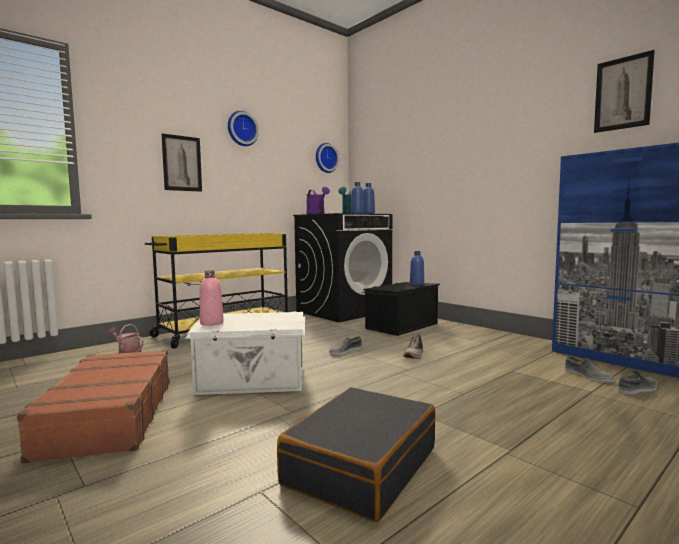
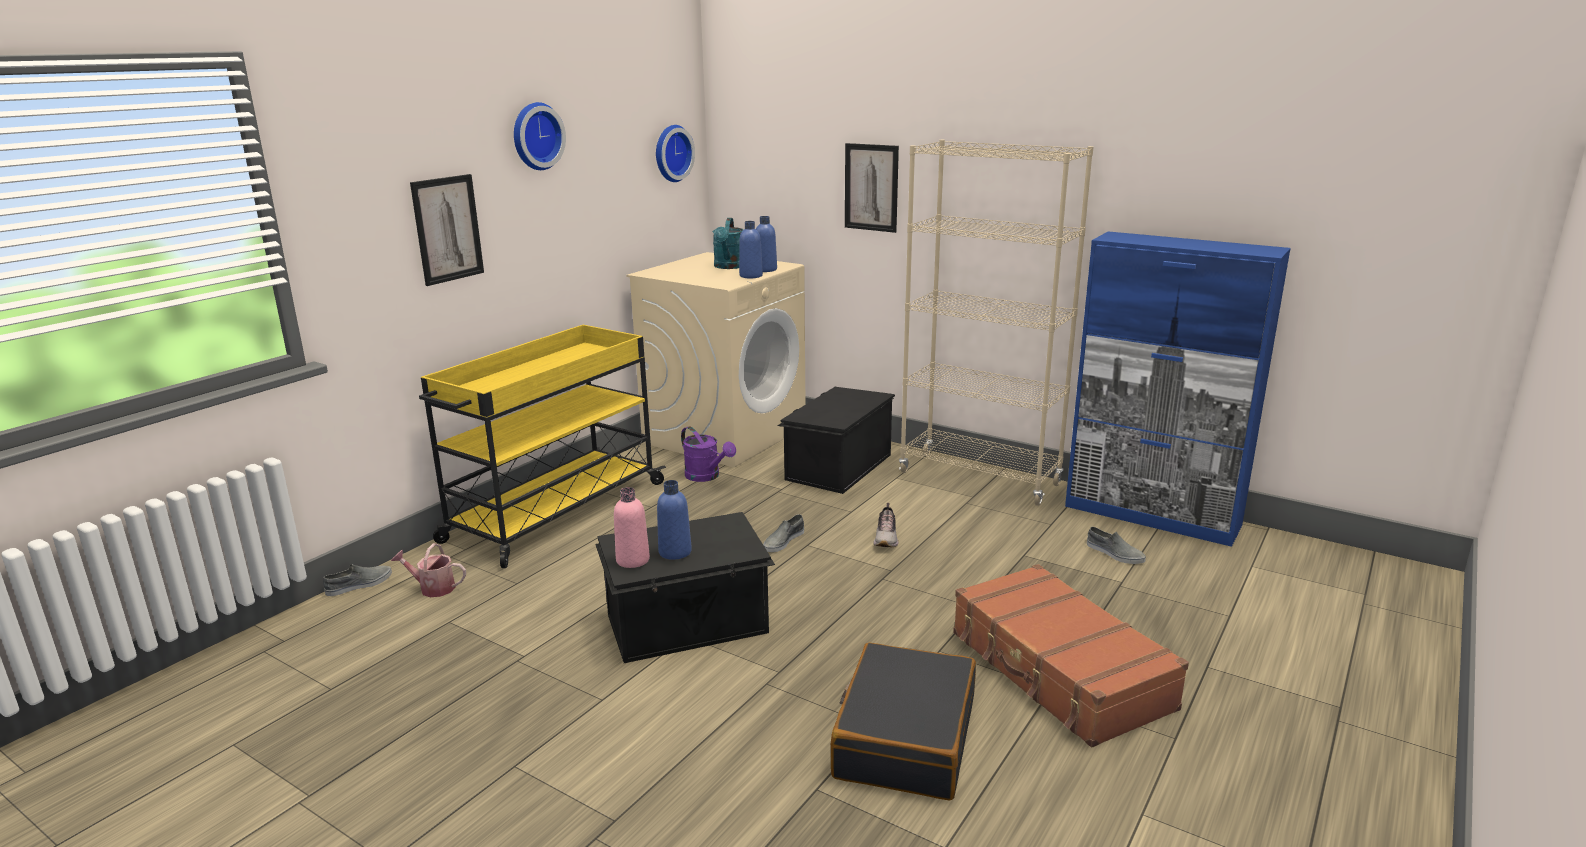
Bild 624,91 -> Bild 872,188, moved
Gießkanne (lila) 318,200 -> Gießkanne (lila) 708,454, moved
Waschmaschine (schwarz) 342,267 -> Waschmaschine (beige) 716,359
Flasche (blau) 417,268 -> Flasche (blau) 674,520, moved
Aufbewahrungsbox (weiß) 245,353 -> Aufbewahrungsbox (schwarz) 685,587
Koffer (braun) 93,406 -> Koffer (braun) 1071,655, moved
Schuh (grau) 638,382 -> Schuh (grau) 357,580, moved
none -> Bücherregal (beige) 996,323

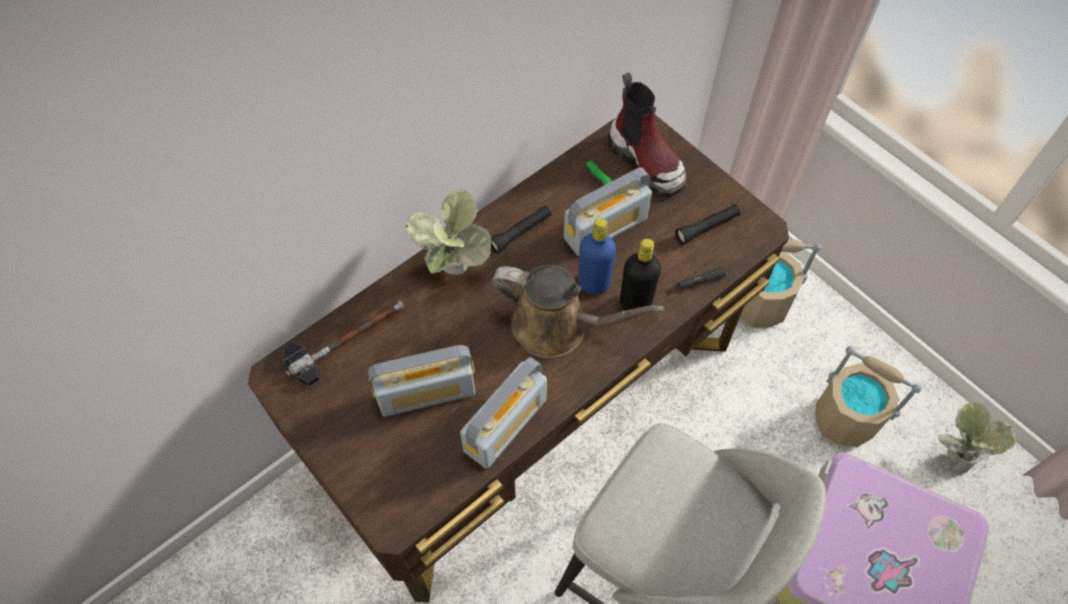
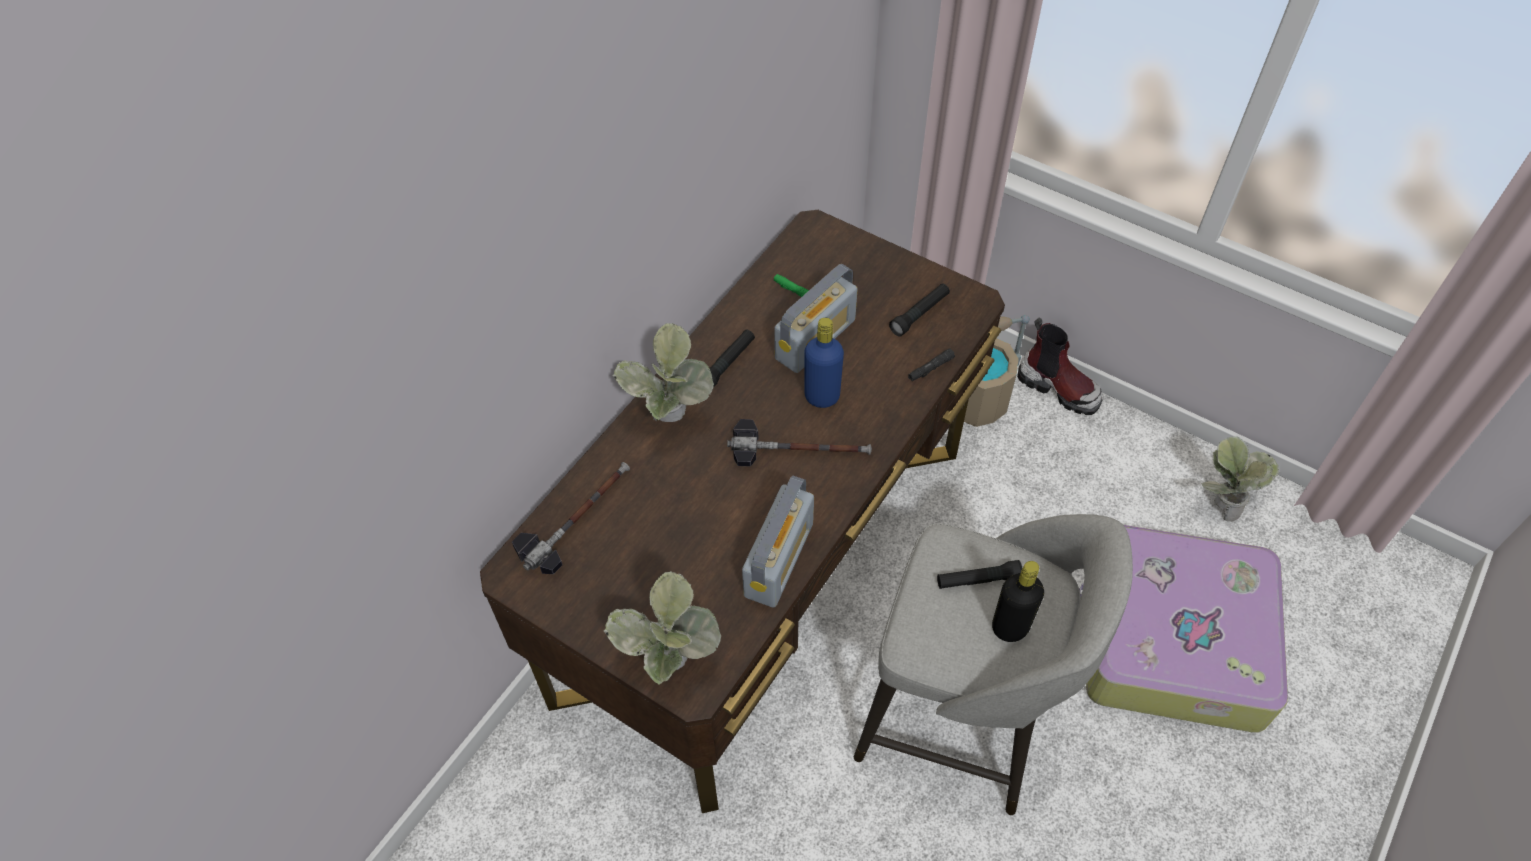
Stiefel 647,134 -> Stiefel 1059,366, moved
Flasche (schwarz) 640,275 -> Flasche (schwarz) 1018,601, moved
Gießkanne (braun) 578,311 -> Hammer 799,443
Radio 421,381 -> none
Eimer (beige) 868,396 -> none
none -> Taschenlampe (schwarz) 979,574
none -> Topfpflanze 662,628

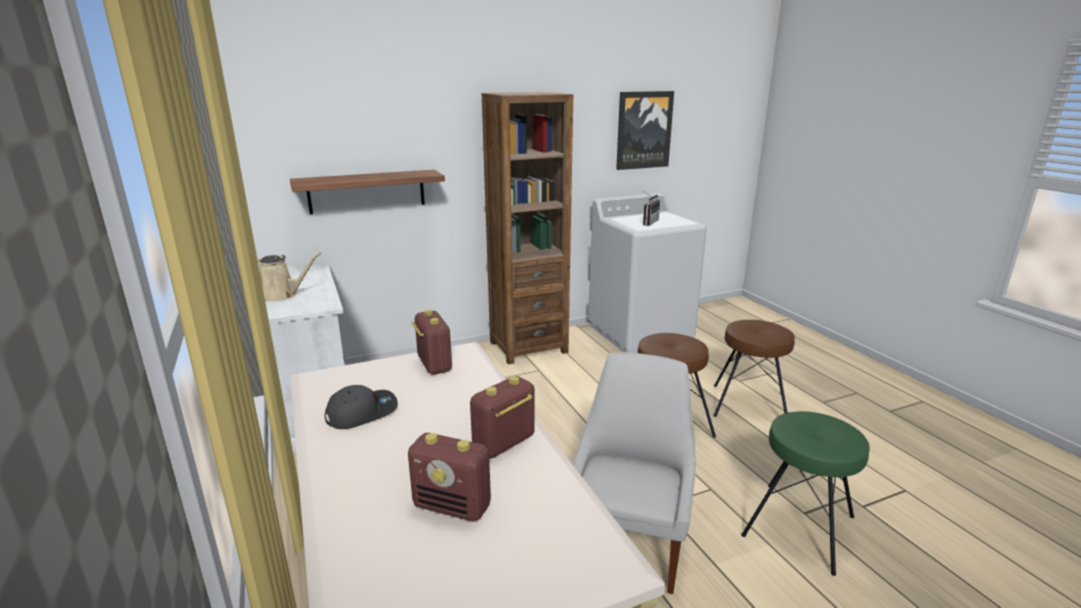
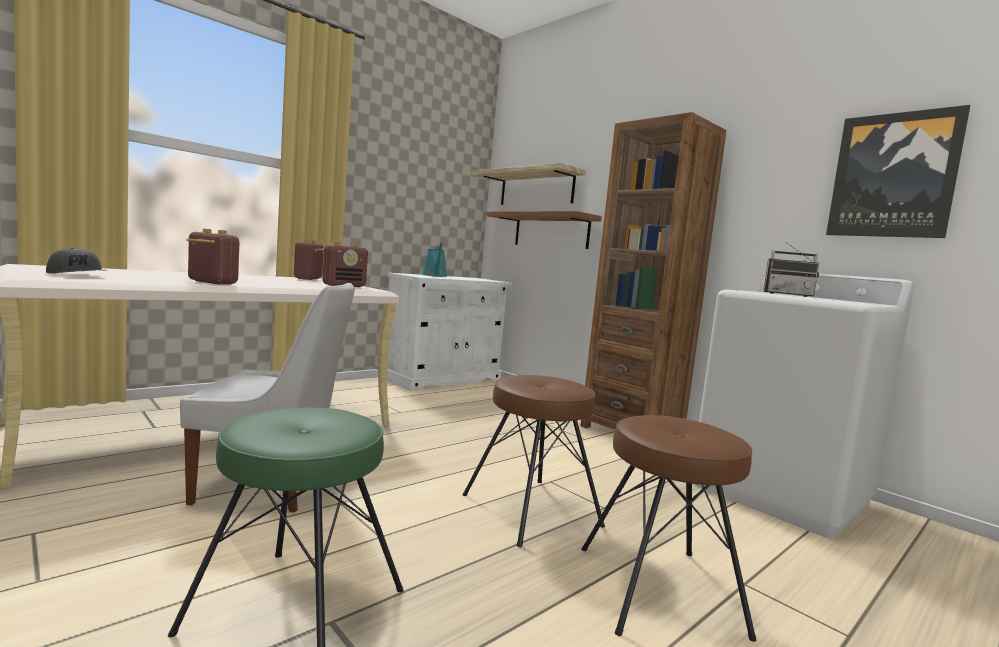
Gießkanne (beige) 289,277 -> Gießkanne (türkis) 434,259
Kappe (grau) 361,407 -> Kappe (grau) 77,261, moved
Radio 449,477 -> Radio 309,259, moved
none -> Wandregal 529,184

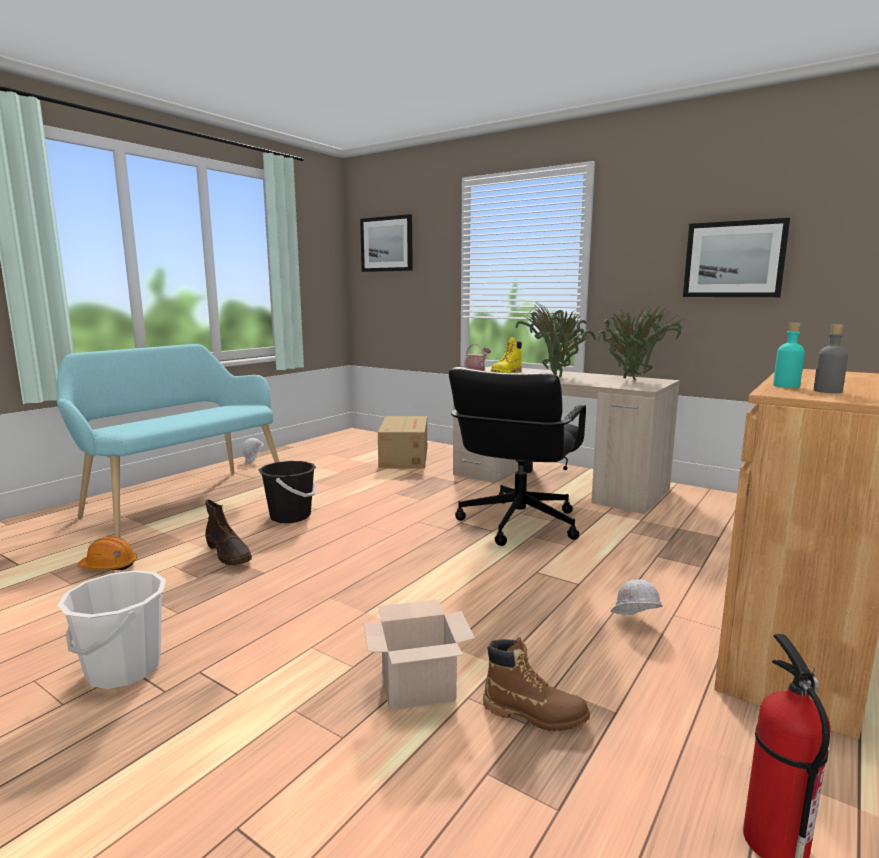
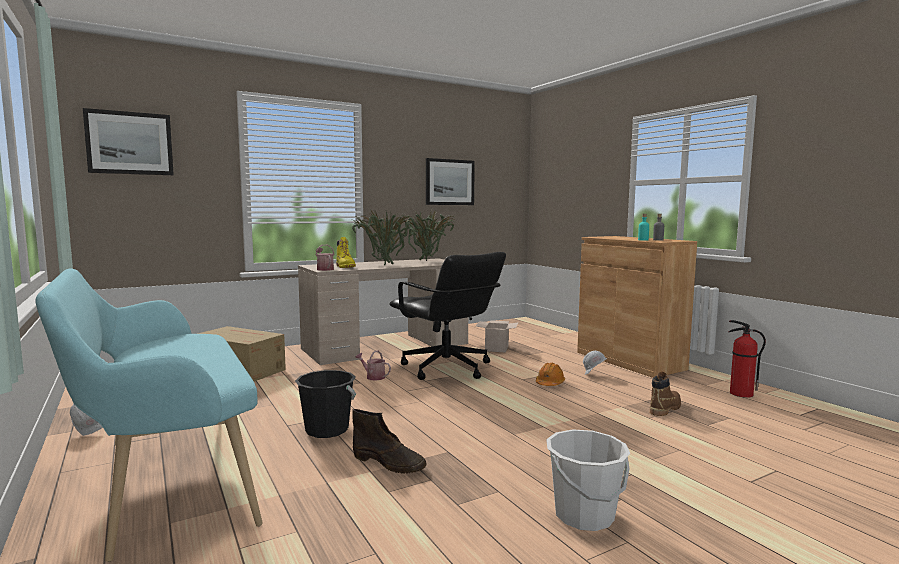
Stiefel (braun) 228,532 -> Stiefel (braun) 389,441, 45 degrees clockwise
Schutzhelm (orange) 108,553 -> Schutzhelm (orange) 550,374, moved
Karton 419,654 -> Karton 497,336, moved
none -> Gießkanne 373,365

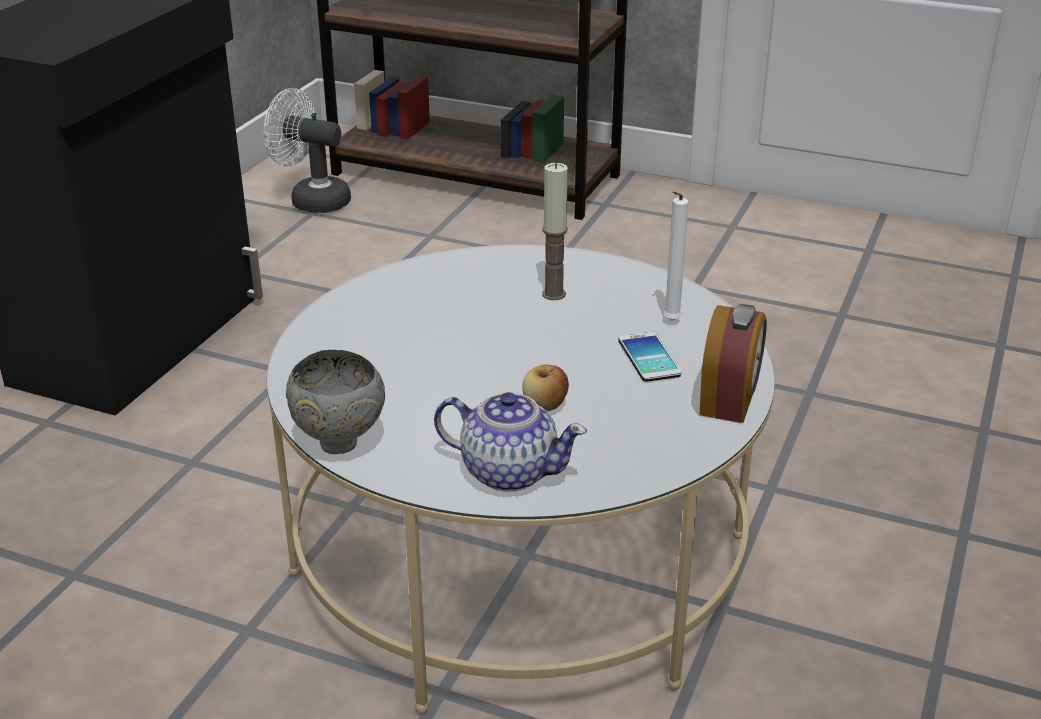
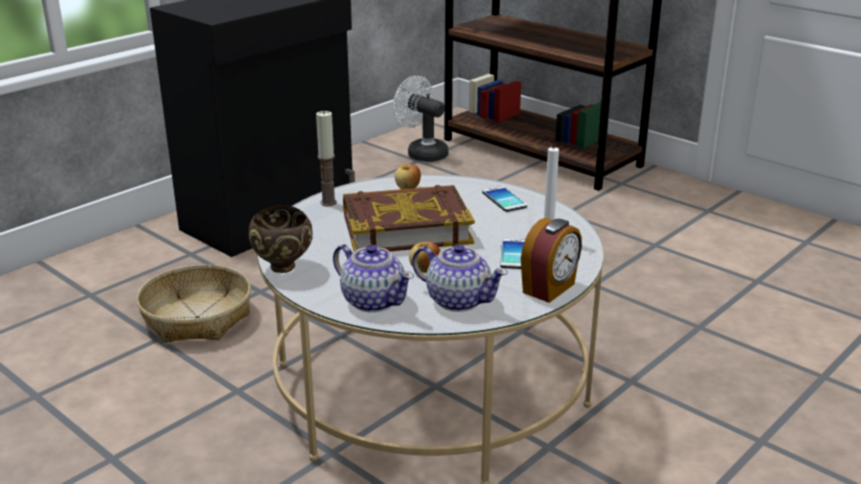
Kerze 555,231 -> Kerze 326,158, moved
Schüssel (grau) 335,402 -> Schüssel (braun) 280,239
none -> Apfel 407,176
none -> Buch 409,218
none -> Handy 504,199
none -> Teekanne 460,278
none -> Korb 193,304

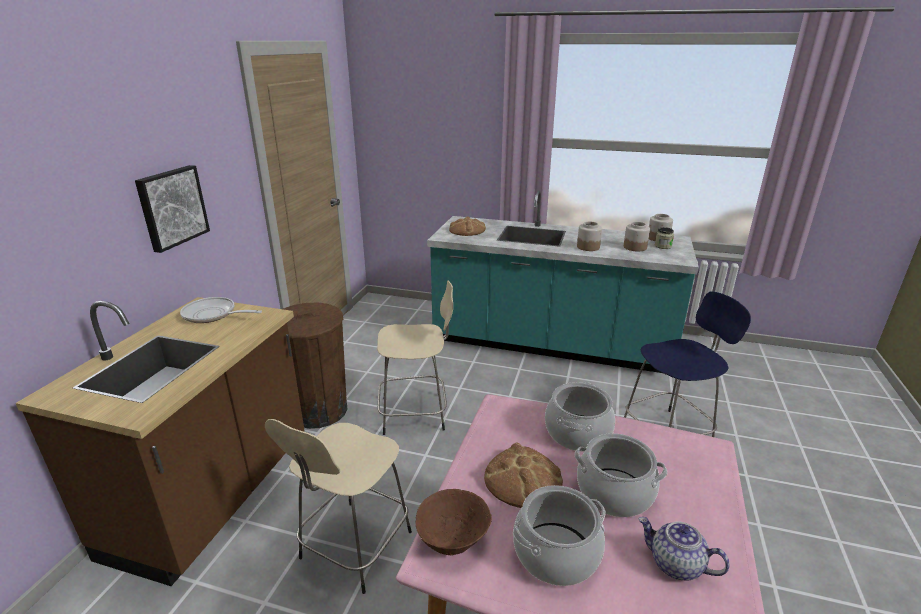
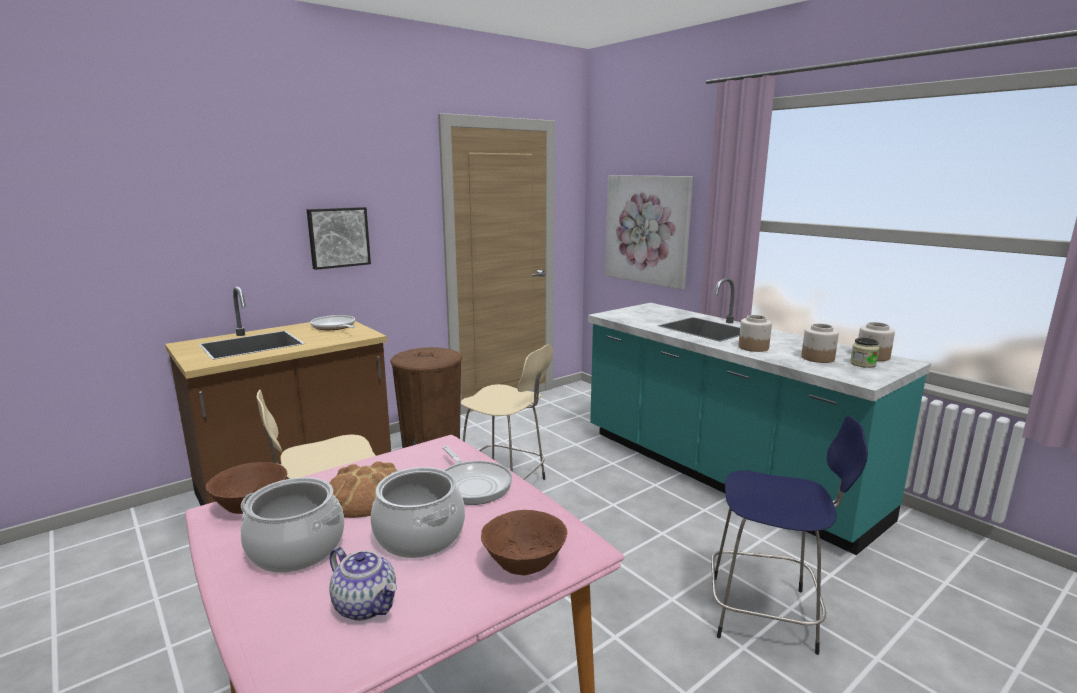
Brot 467,226 -> none
Kochtopf 580,416 -> Pfanne 477,475
Teekanne 683,549 -> Teekanne 363,584, 150 degrees clockwise
none -> Bild 649,232
none -> Schüssel (braun) 524,542

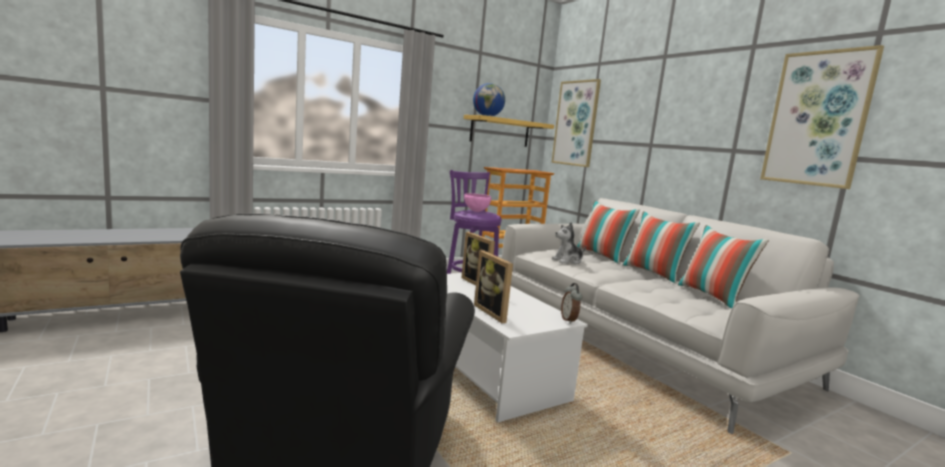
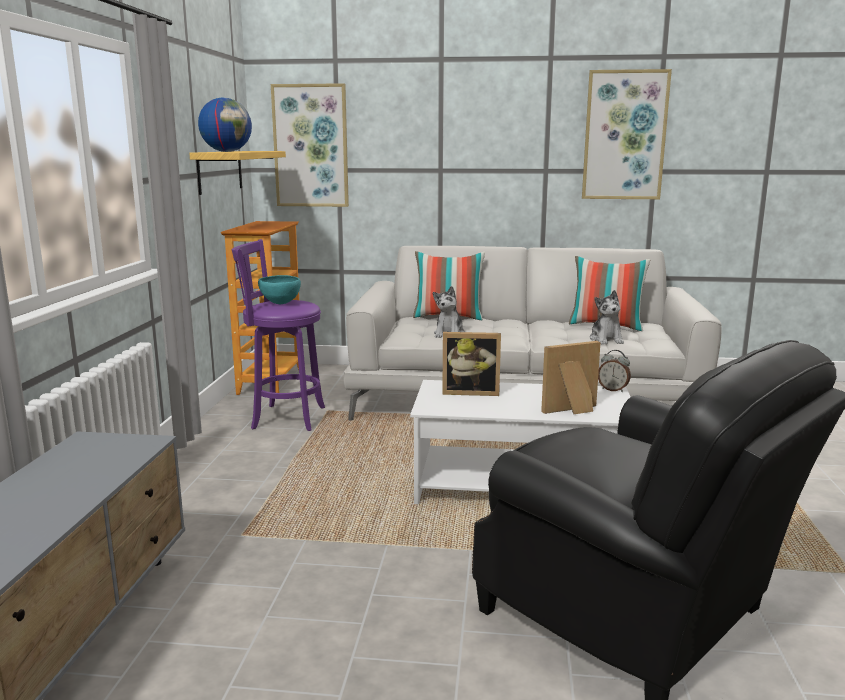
Schüssel (rosa) 477,202 -> Schüssel (türkis) 279,289
Kissen 661,247 -> none
Bilderrahmen 493,286 -> Bilderrahmen 571,377, 150 degrees clockwise
none -> Plüschtier 607,317

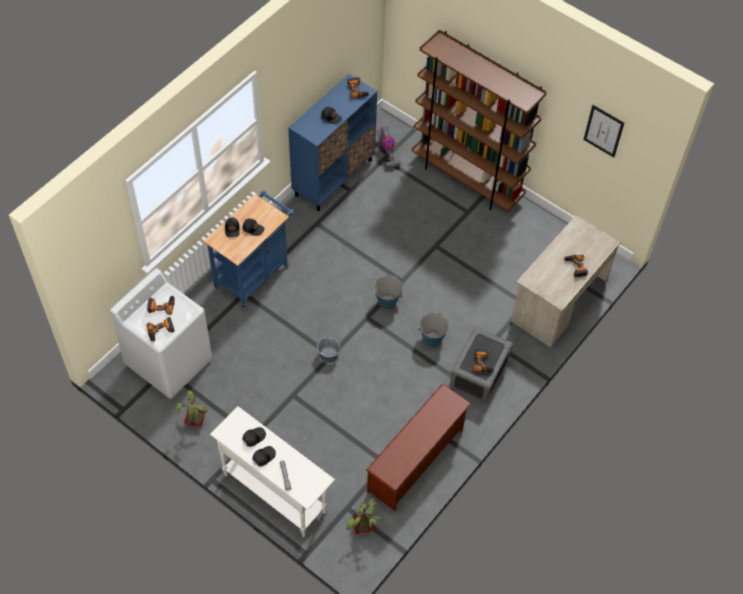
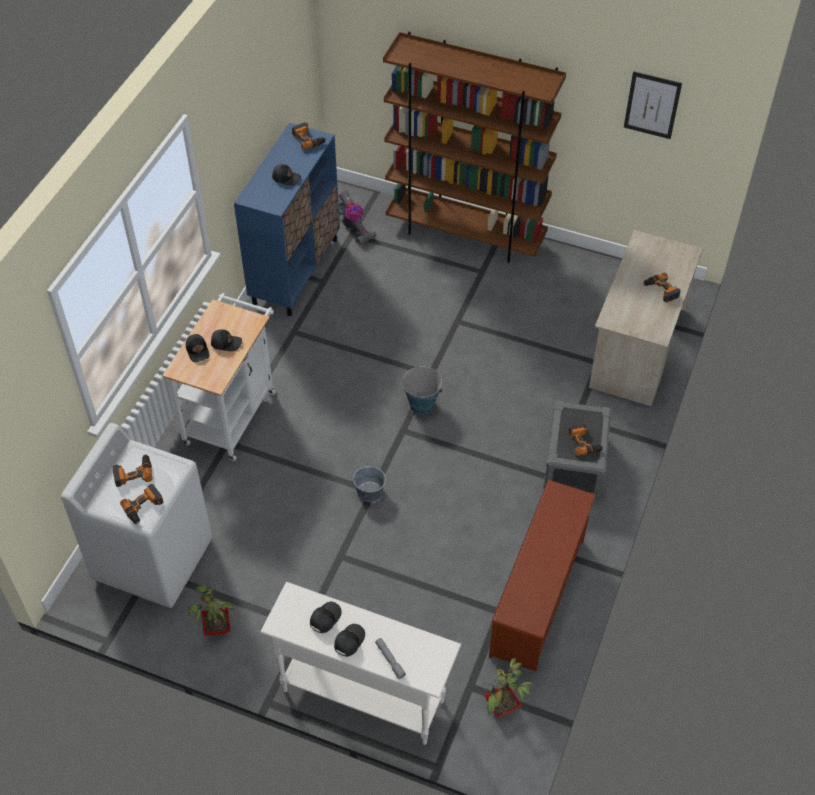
Rollwagen (blau) 248,249 -> Rollwagen (weiß) 219,377
Eimer 434,330 -> none

